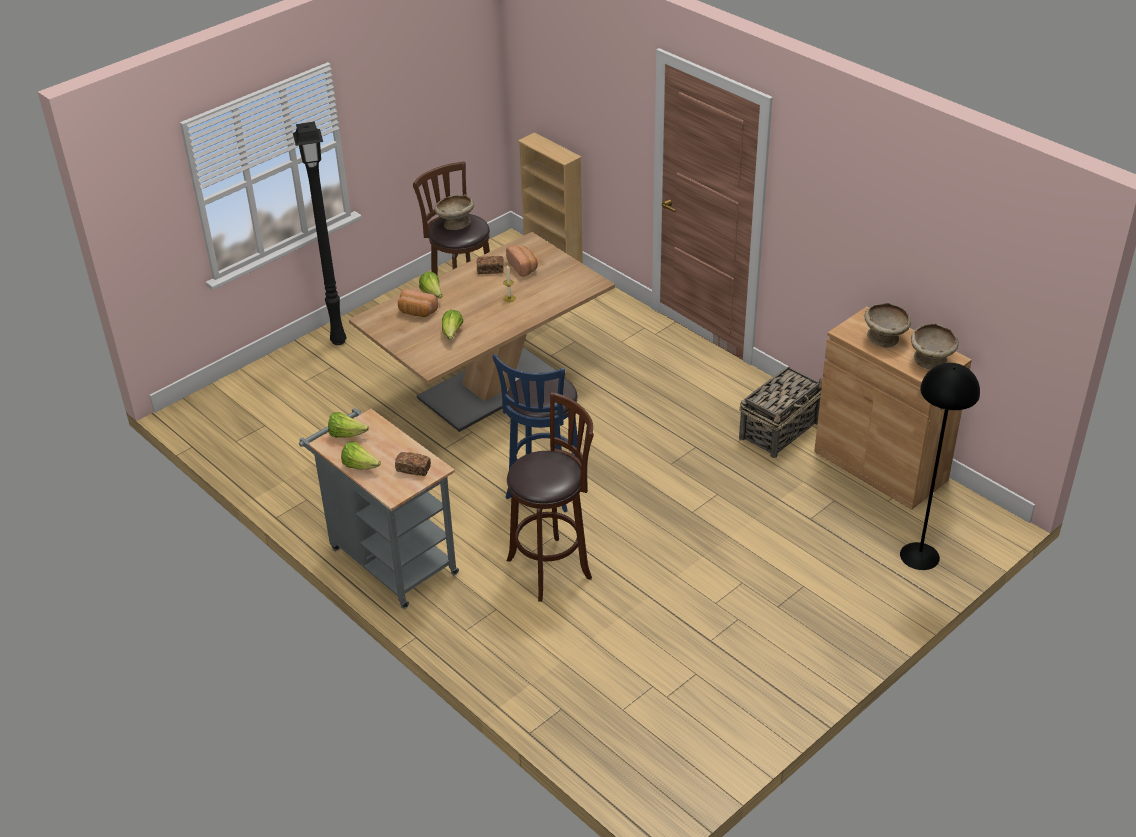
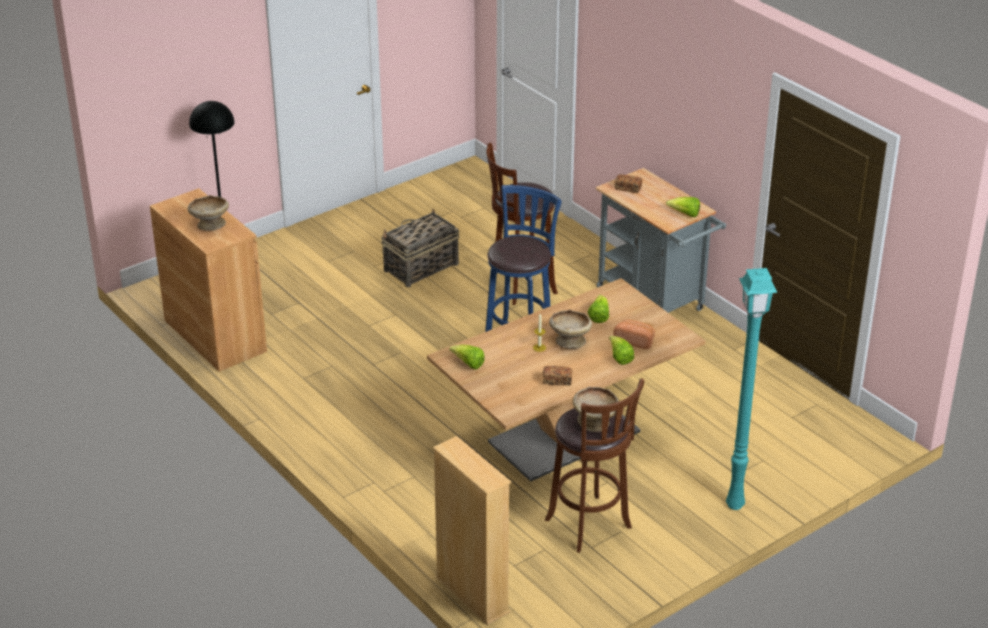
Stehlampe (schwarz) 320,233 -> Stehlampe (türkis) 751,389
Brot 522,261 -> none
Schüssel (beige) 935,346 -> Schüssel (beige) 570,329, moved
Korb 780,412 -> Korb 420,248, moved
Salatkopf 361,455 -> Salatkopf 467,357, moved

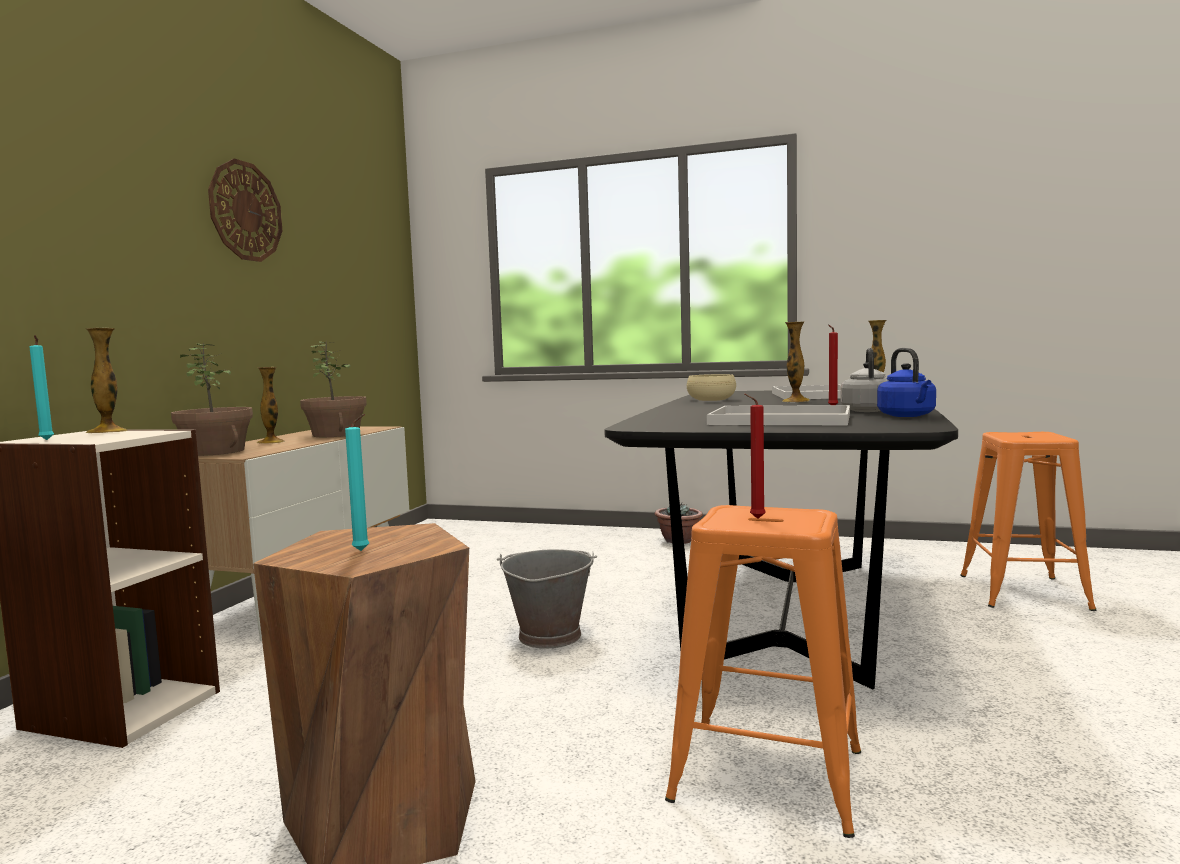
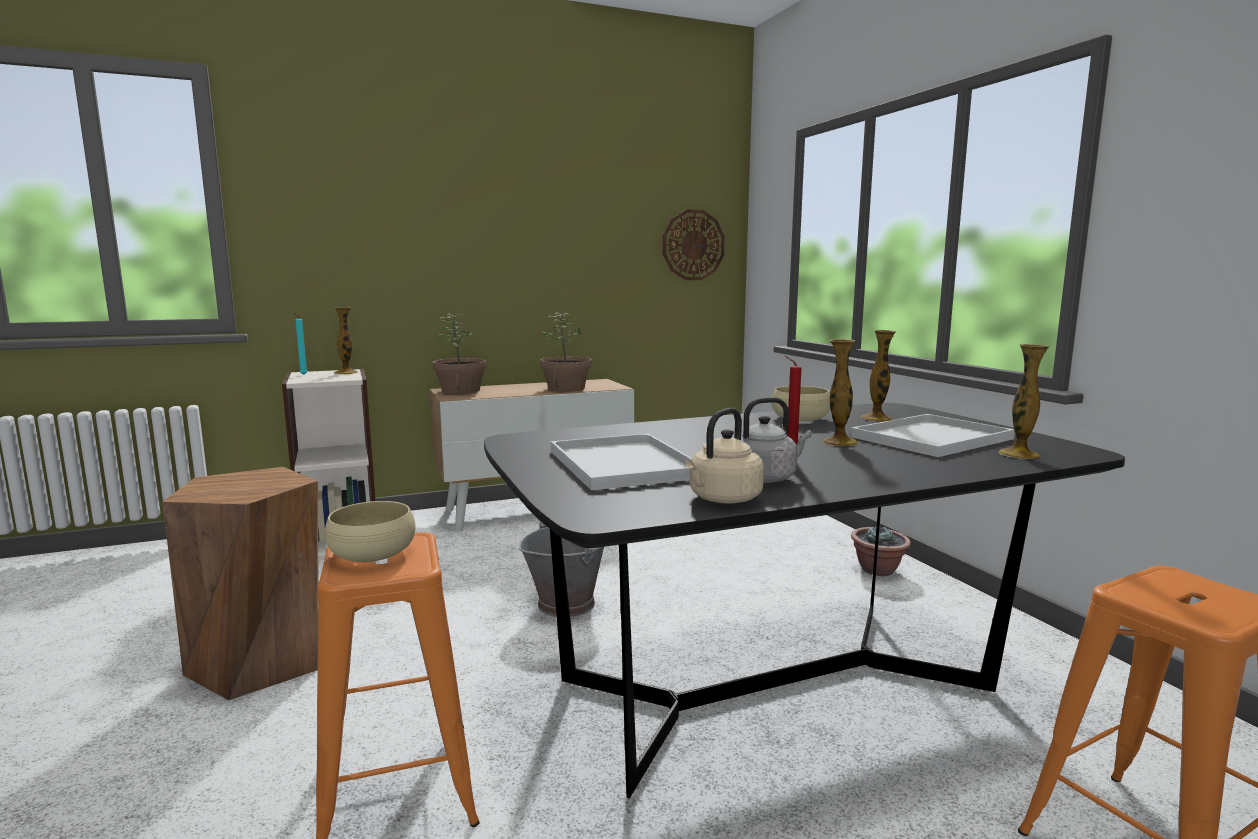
Wanduhr 245,210 -> Wanduhr 694,244, moved
Wasserkessel (blau) 906,382 -> Wasserkessel (beige) 725,456
Vase 271,405 -> Vase 878,376, moved
Kerze (rot) 755,456 -> Schüssel (beige) 370,531
Kerze (türkis) 357,482 -> none

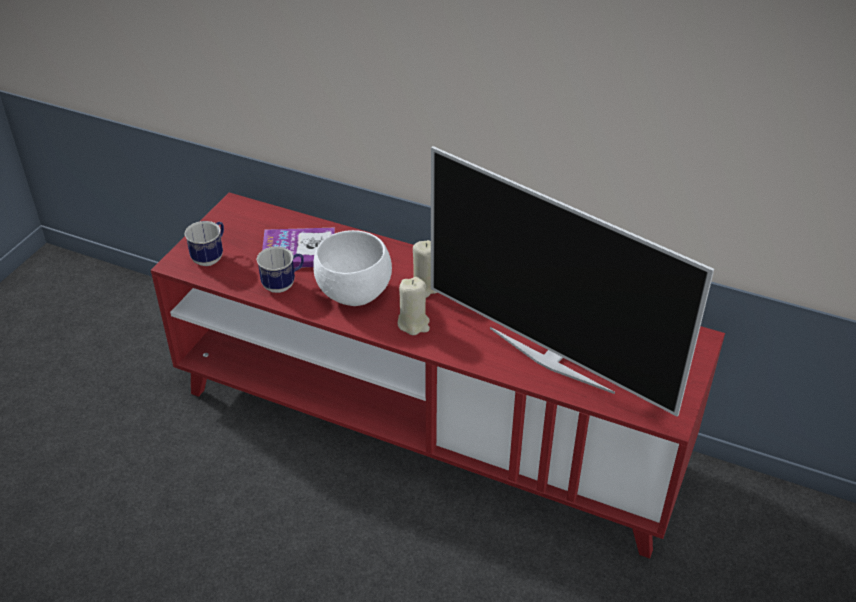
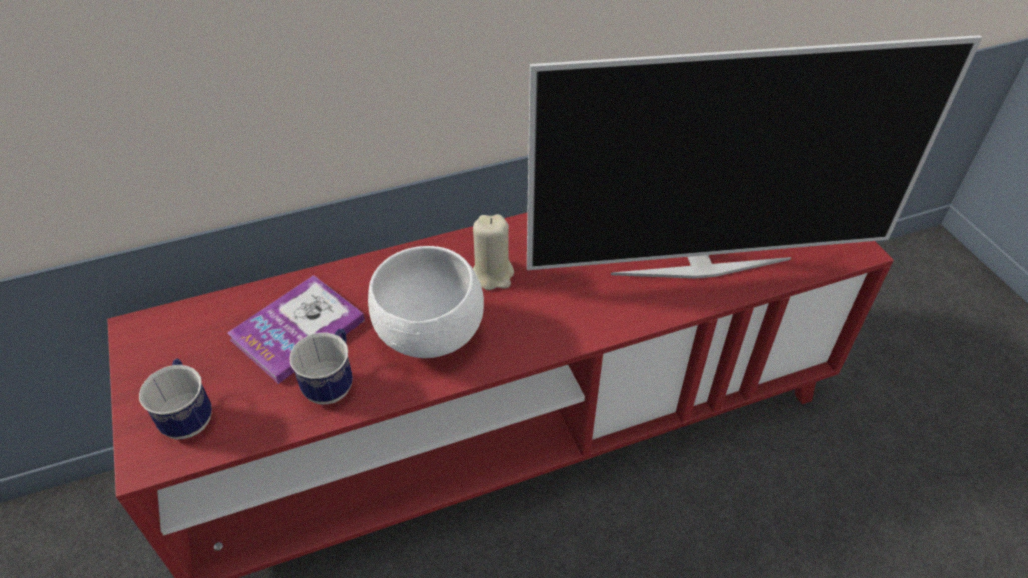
Kerze (beige) 414,306 -> none

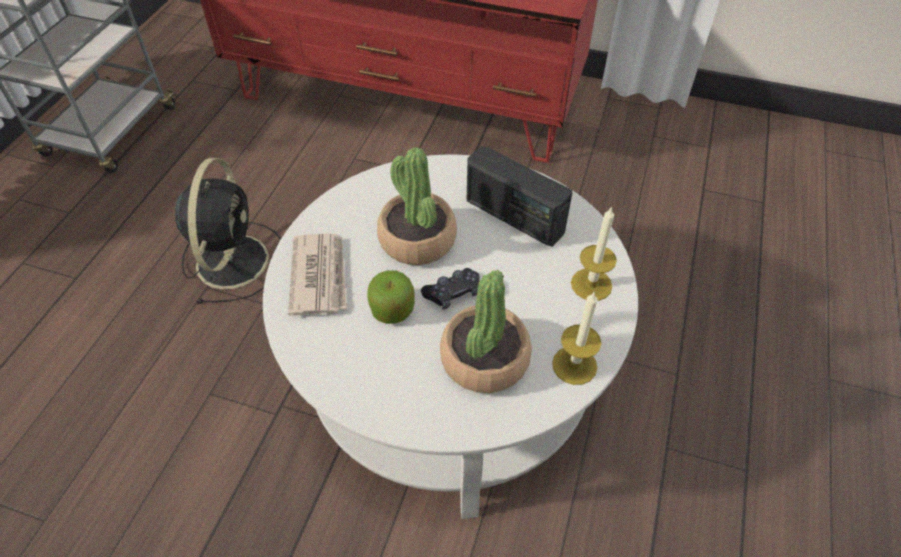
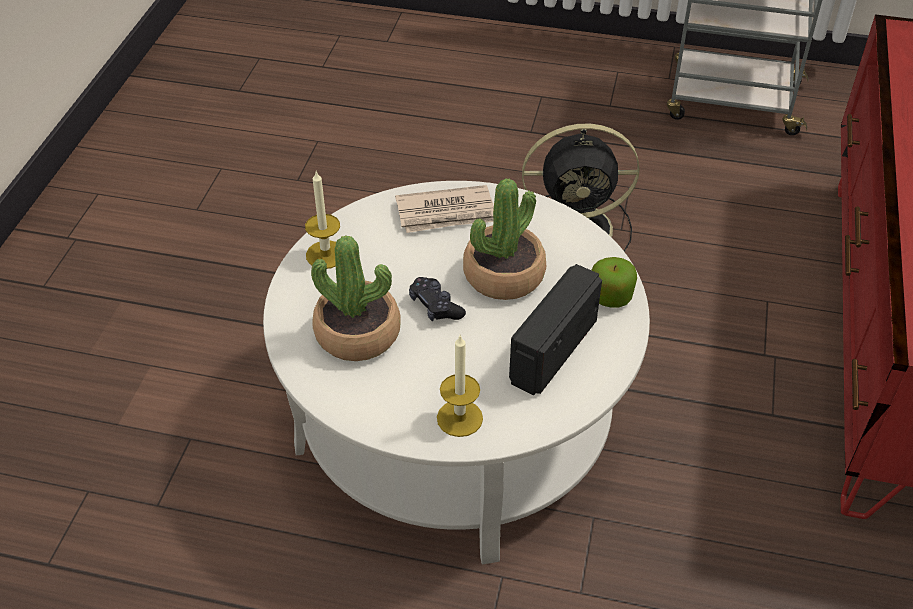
Apfel 391,297 -> Apfel 614,282, moved
Kerze 576,338 -> Kerze 322,220, moved

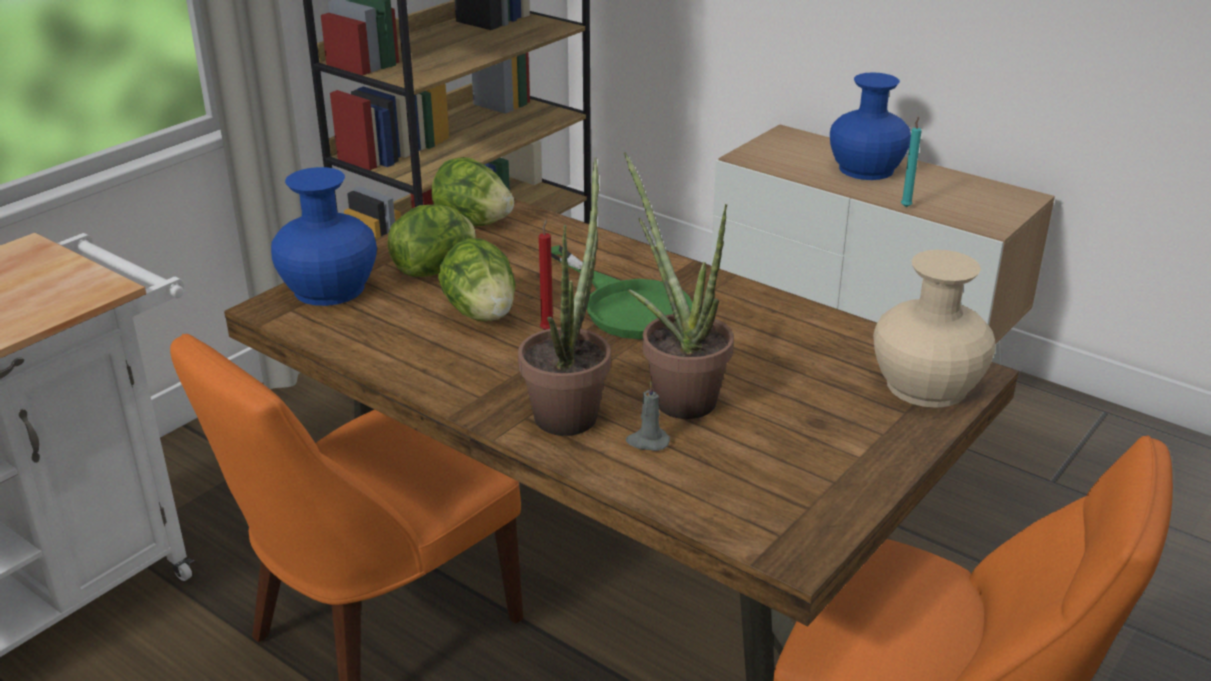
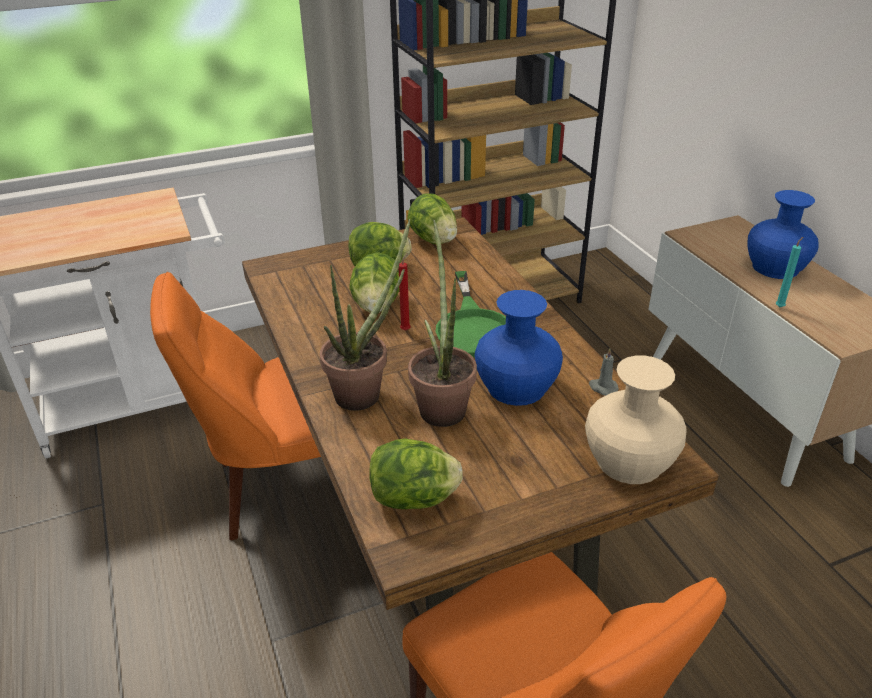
Vase (blau) 324,236 -> Vase (blau) 519,348, moved
Kerze (grau) 648,416 -> Kerze (grau) 604,372, moved
none -> Salatkopf 416,473

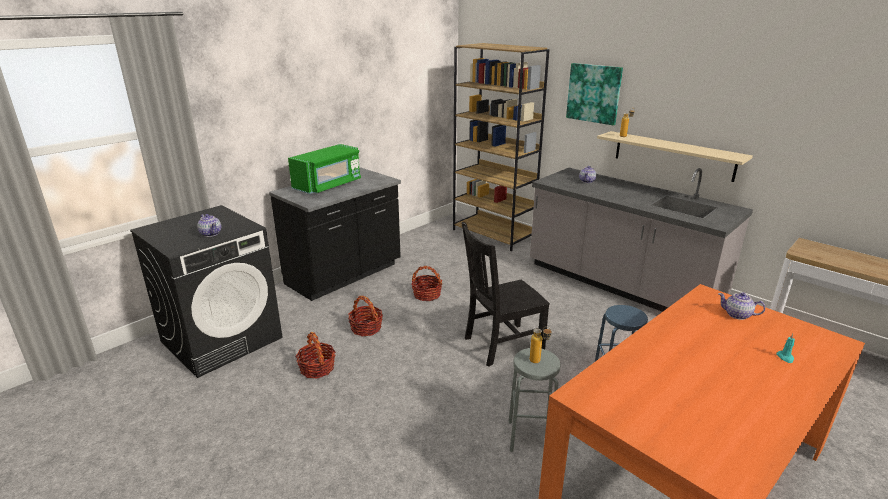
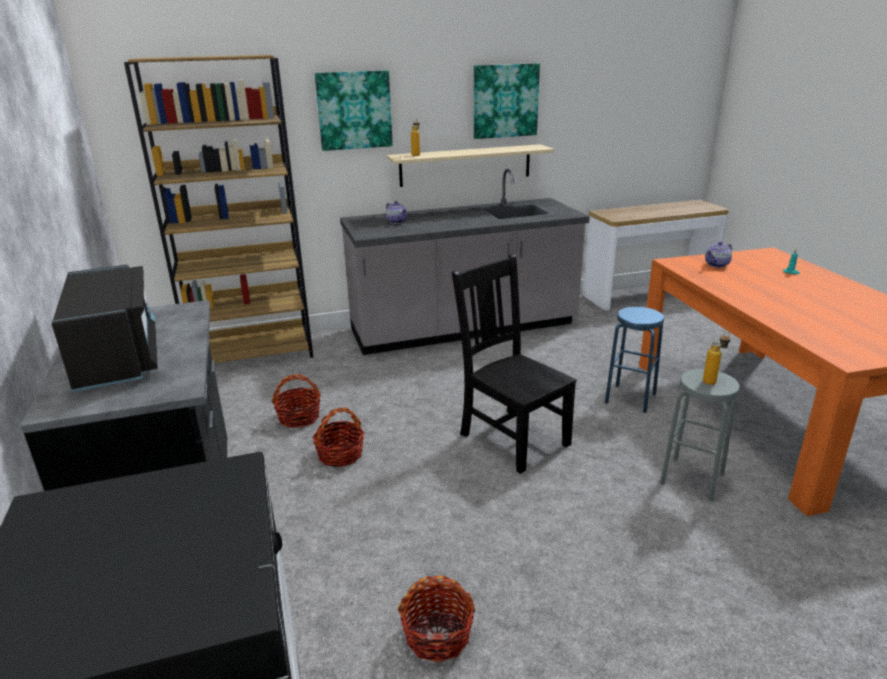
Mikrowelle (grün) 324,169 -> Mikrowelle (schwarz) 105,328
Teekanne 209,225 -> none
Stuhl (schwarz) 505,294 -> Stuhl (schwarz) 514,364, 135 degrees clockwise
Korb 365,316 -> Korb 296,401, moved
none -> Bild 507,101

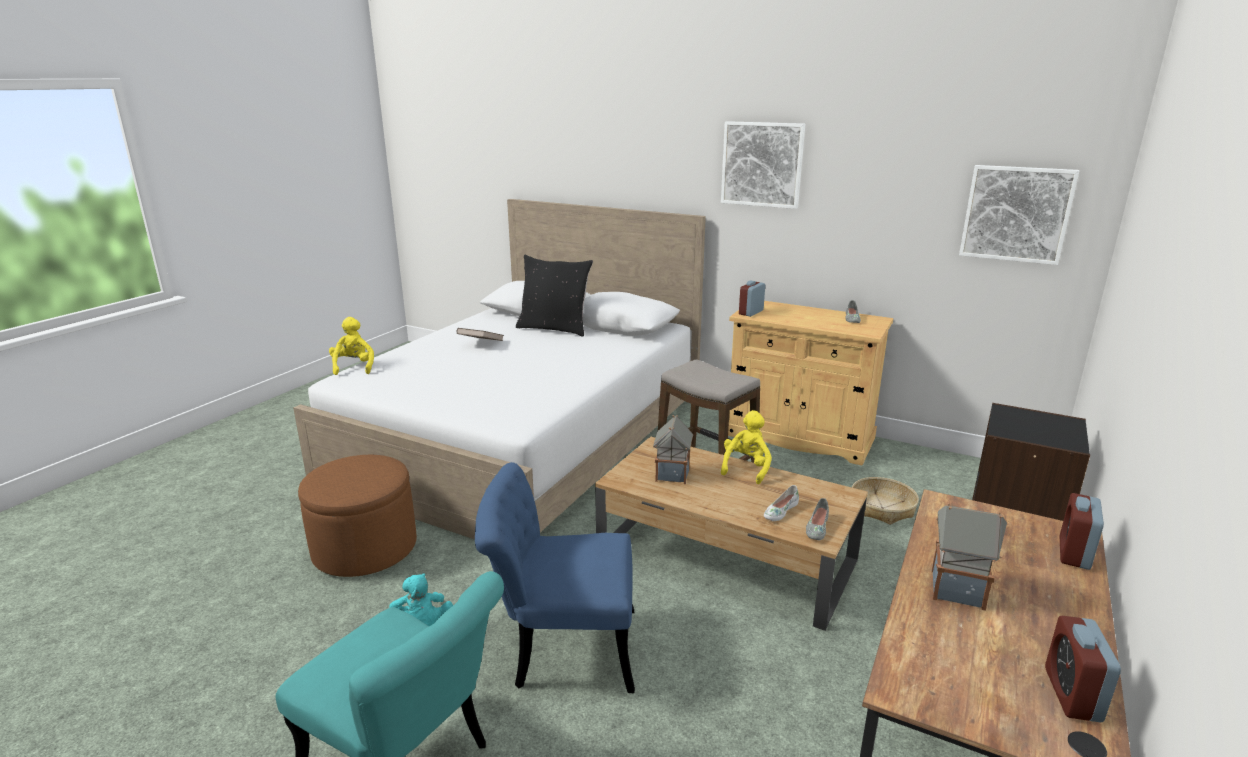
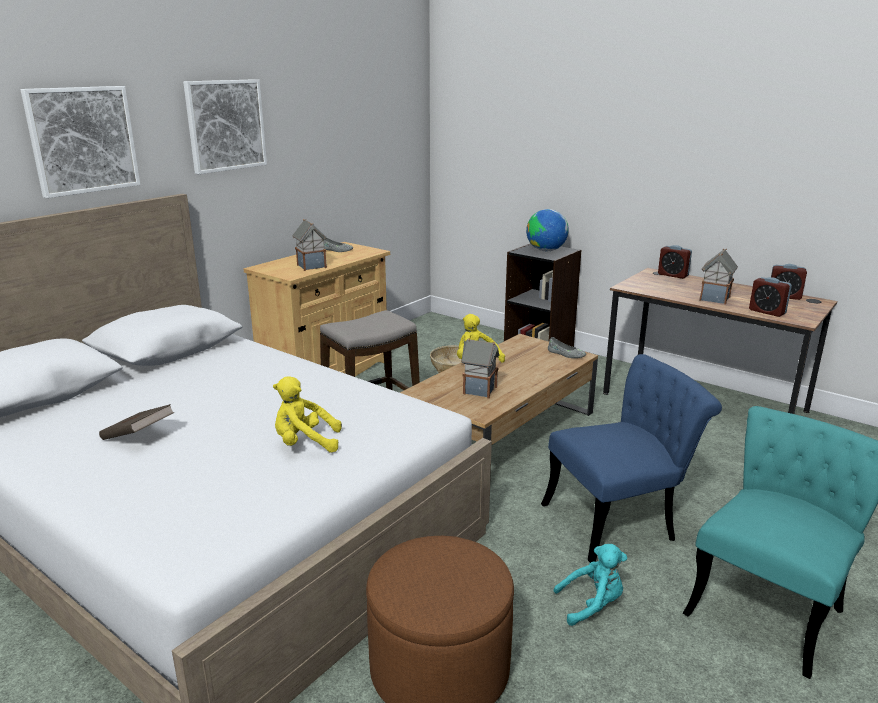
Bild 1019,215 -> Bild 80,142, moved
Kissen (schwarz) 554,296 -> none
Wecker 752,298 -> Wecker 770,297, moved
Plüschtier (gelb) 351,346 -> Plüschtier (gelb) 307,414, moved
Stuhl (blau) 555,577 -> Stuhl (blau) 631,458, 120 degrees counterclockwise
Schuh (weiß) 781,503 -> none
none -> Globus 547,230
none -> Spielzeughaus 309,245

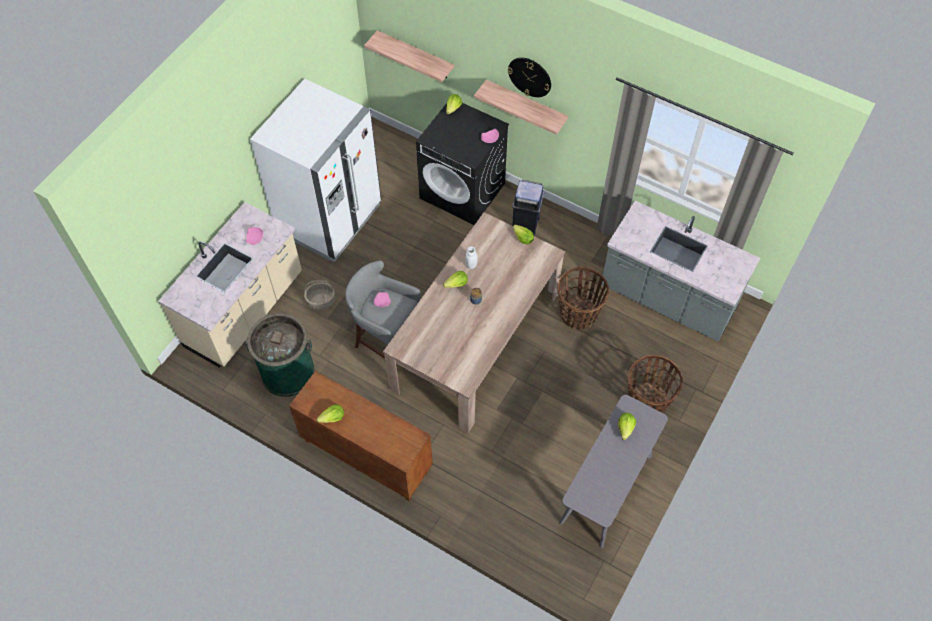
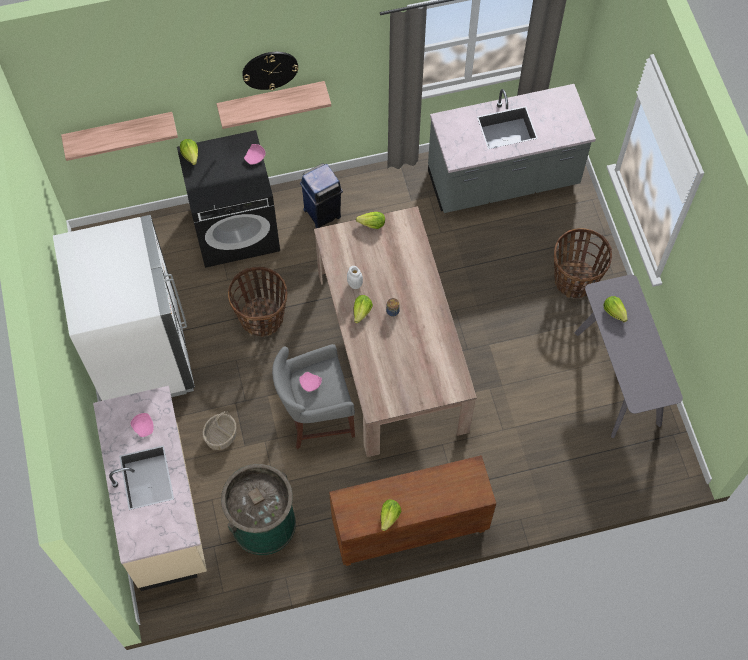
Korb 583,298 -> Korb 257,302, moved

